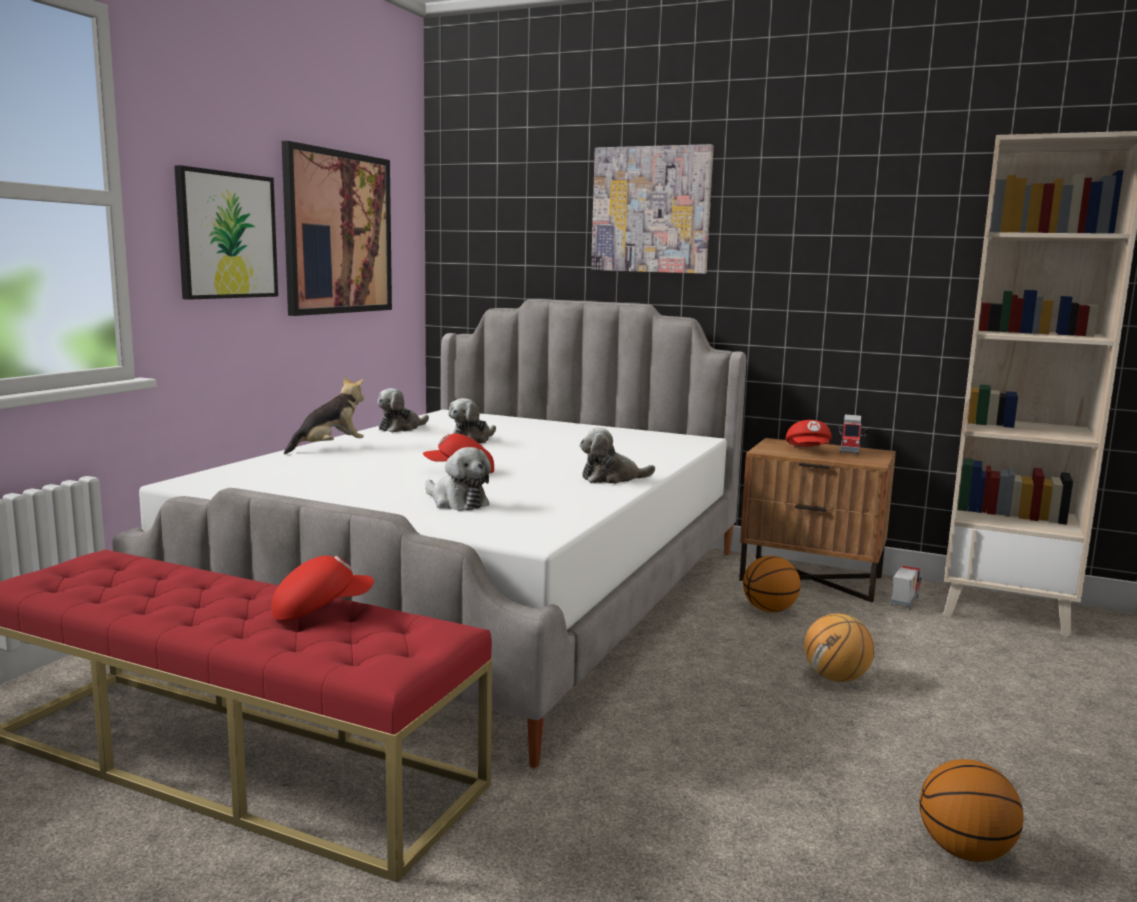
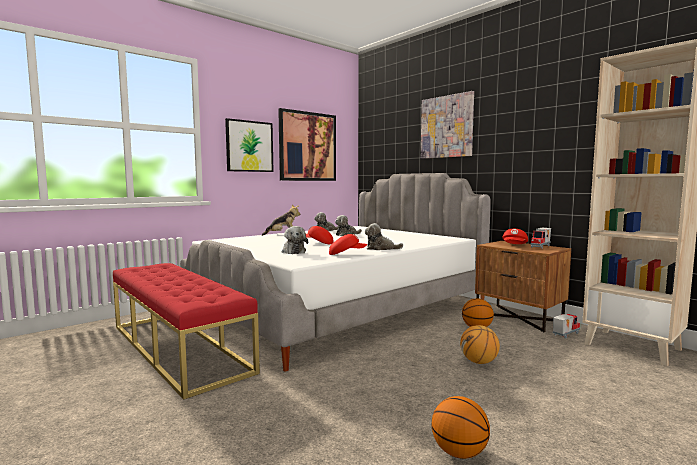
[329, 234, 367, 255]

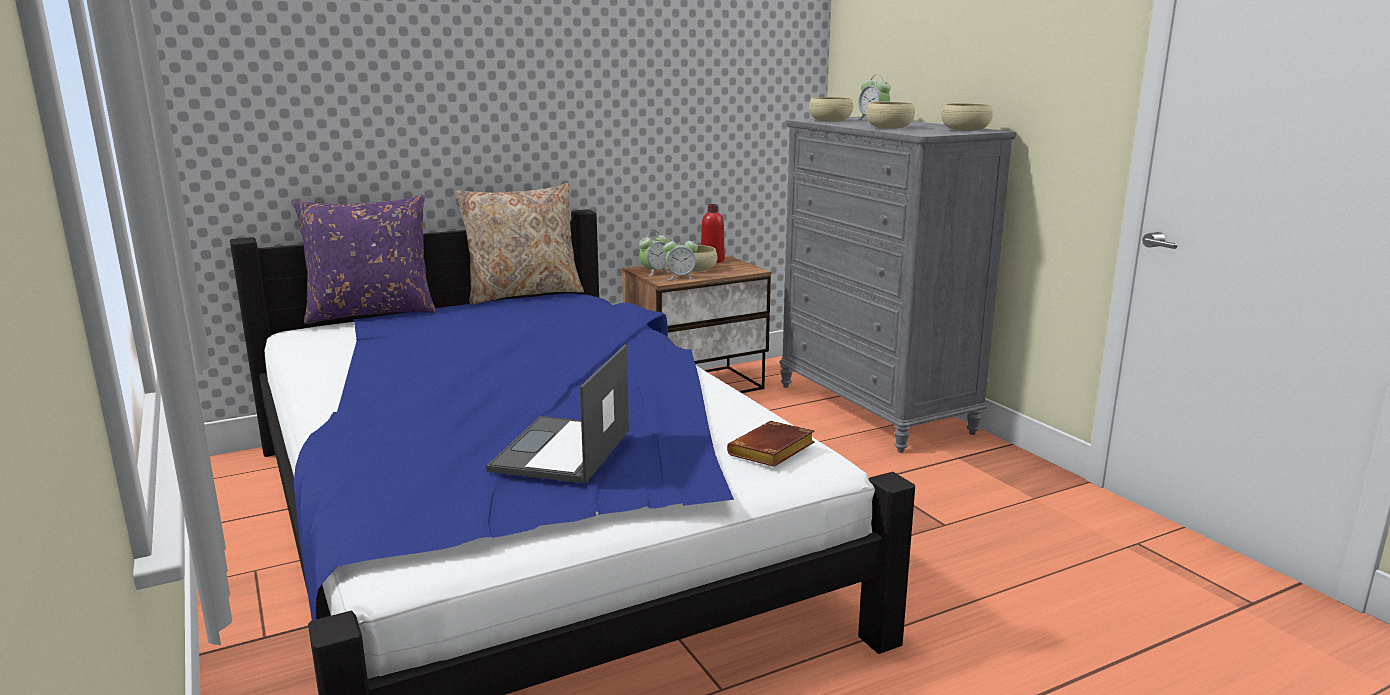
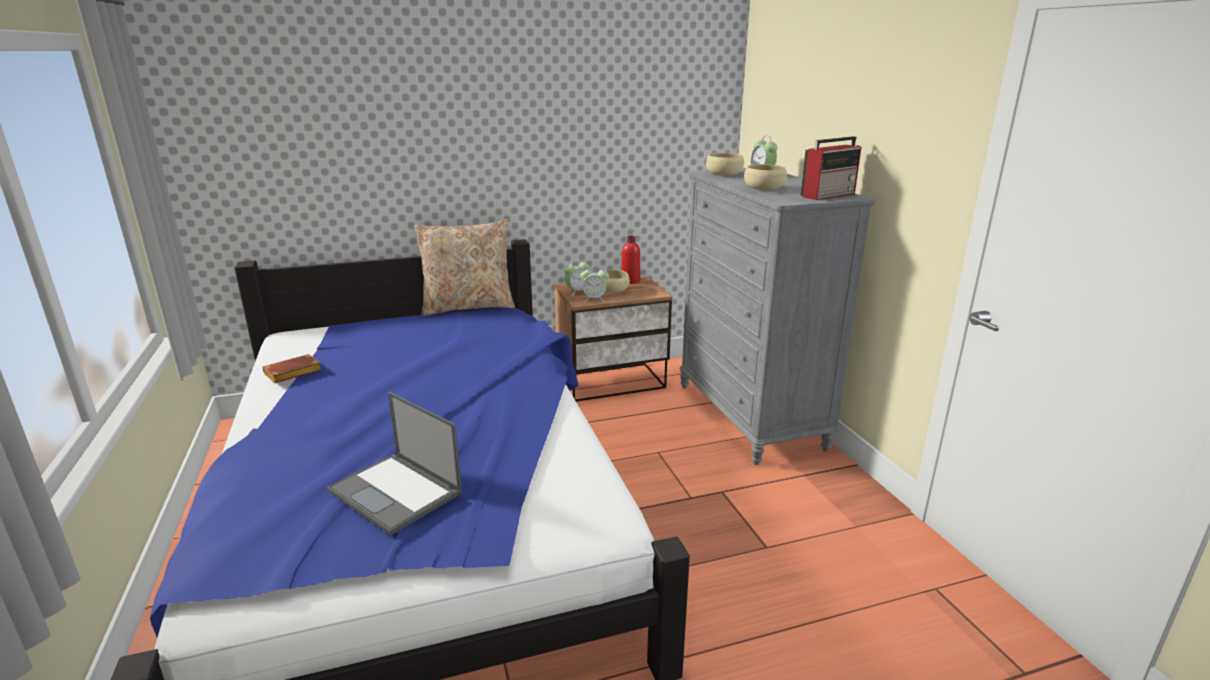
[801, 136, 861, 200]
[293, 195, 436, 324] (first image)
[327, 392, 462, 535]
[262, 354, 322, 383]

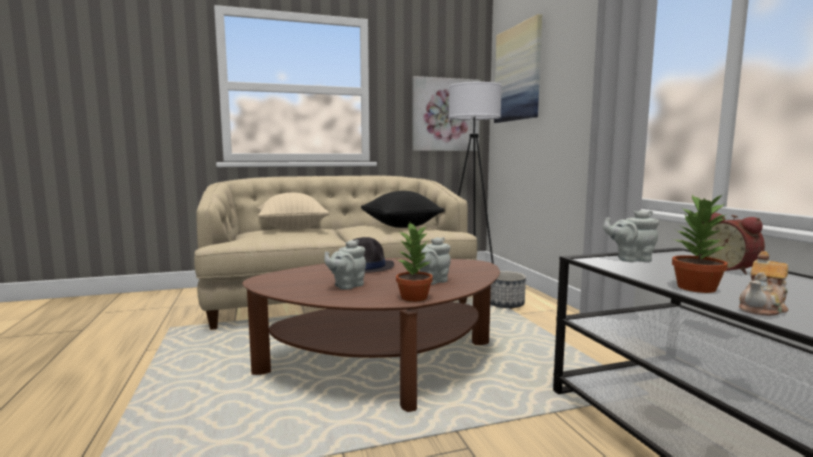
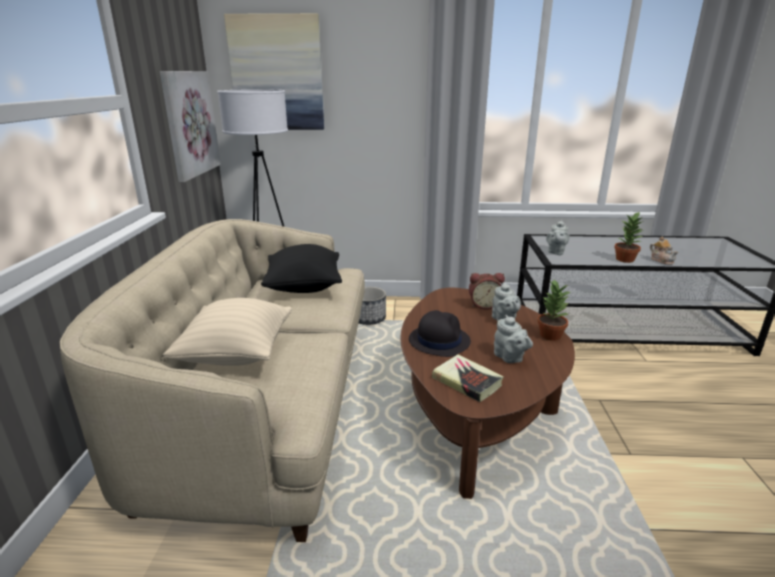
[469, 273, 505, 309]
[432, 354, 504, 402]

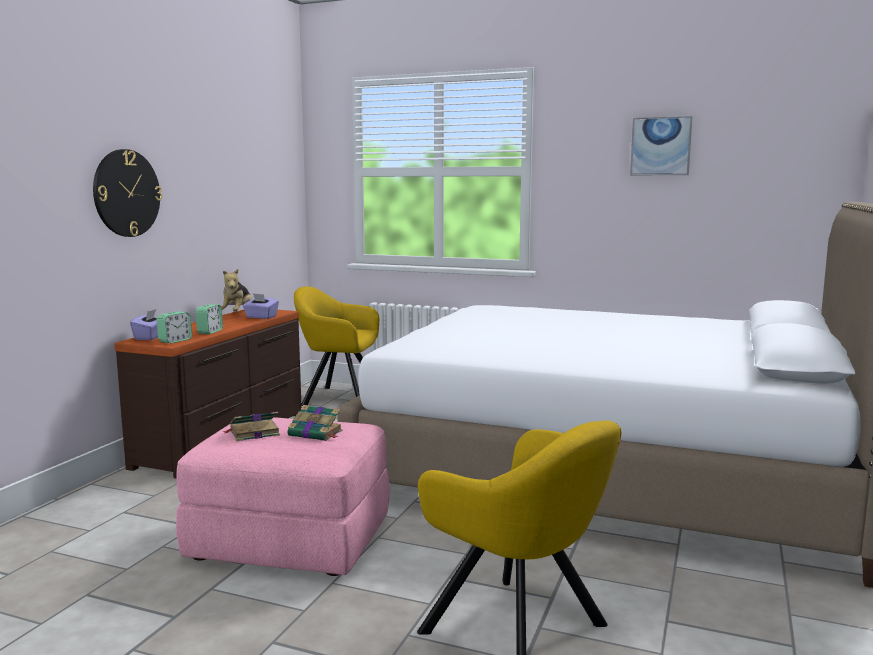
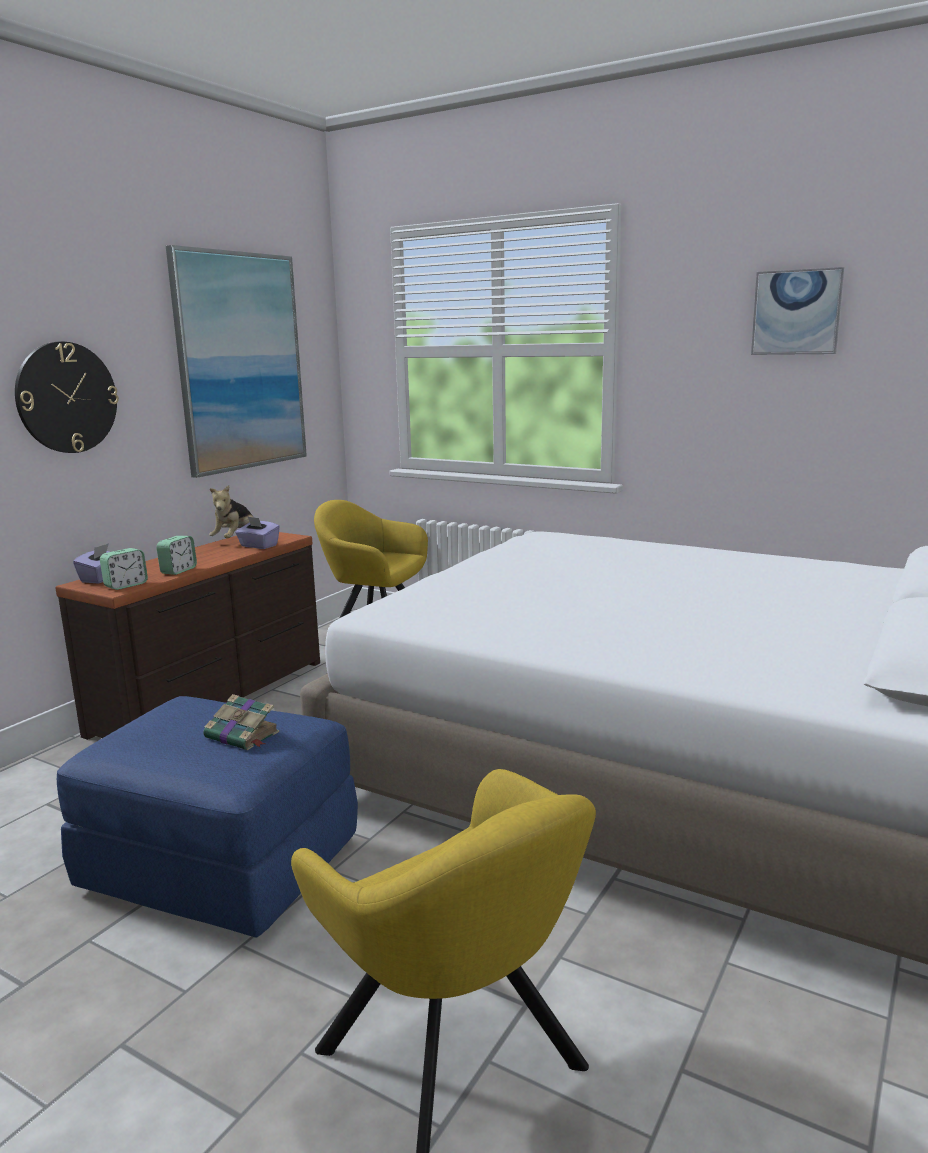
[223, 412, 280, 441] (first image)
[57, 696, 358, 937]
[166, 245, 307, 478]

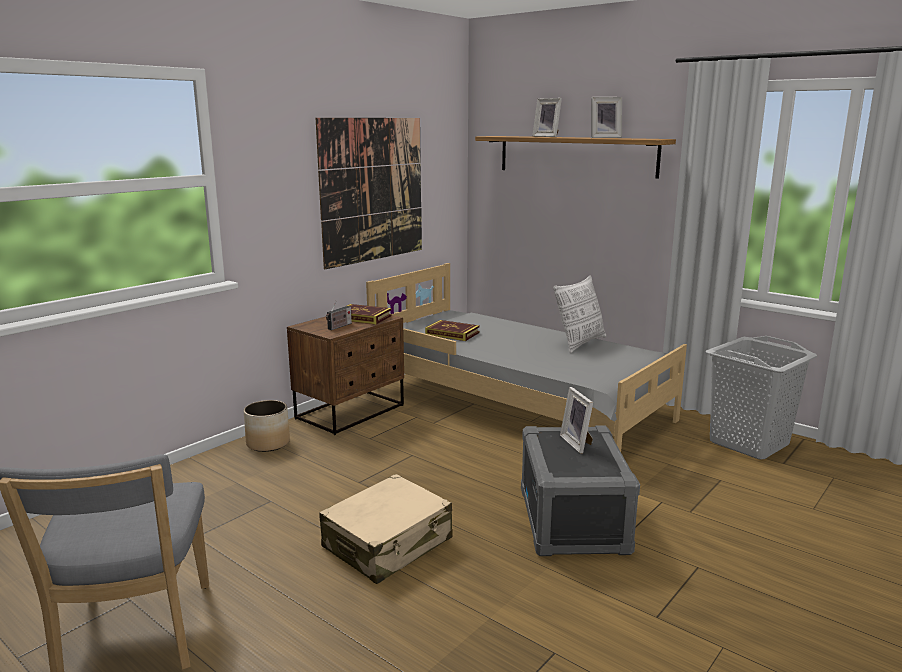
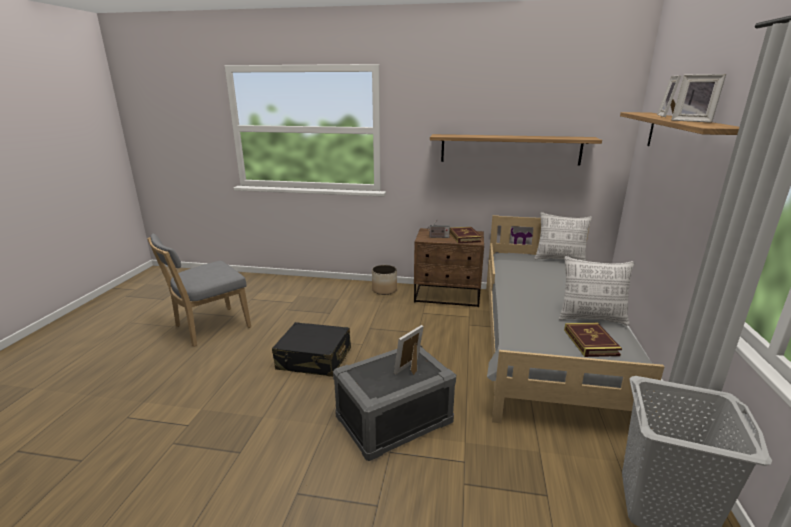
[430, 134, 602, 165]
[564, 323, 622, 357]
[272, 322, 351, 377]
[535, 212, 592, 261]

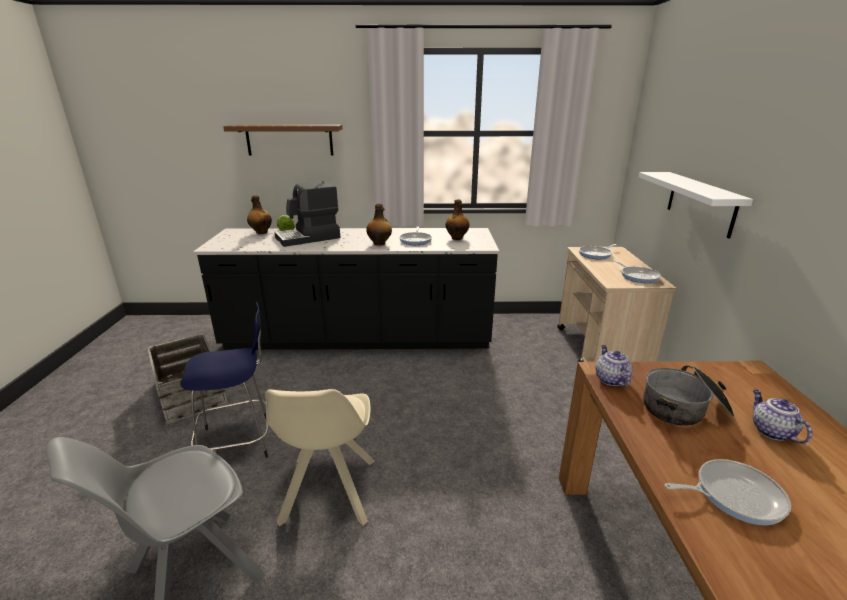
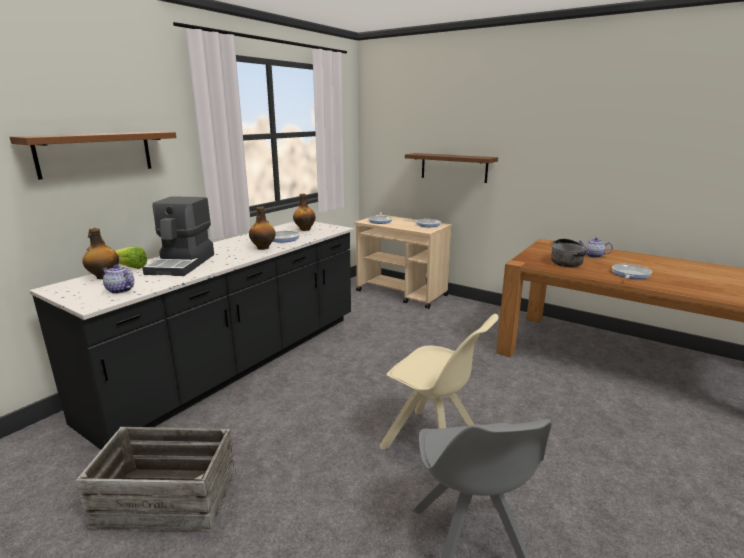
[405, 153, 498, 183]
[180, 302, 268, 458] (first image)
[103, 265, 134, 294]

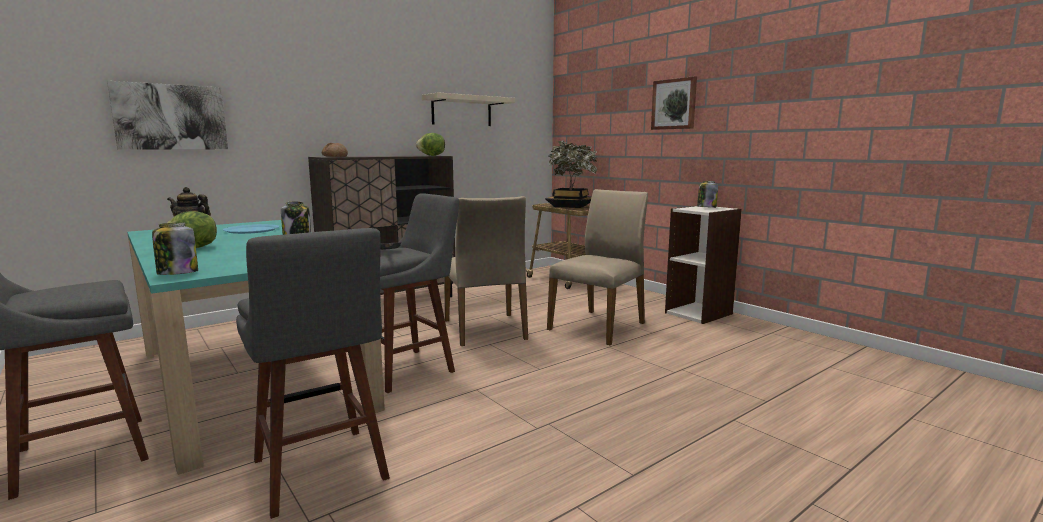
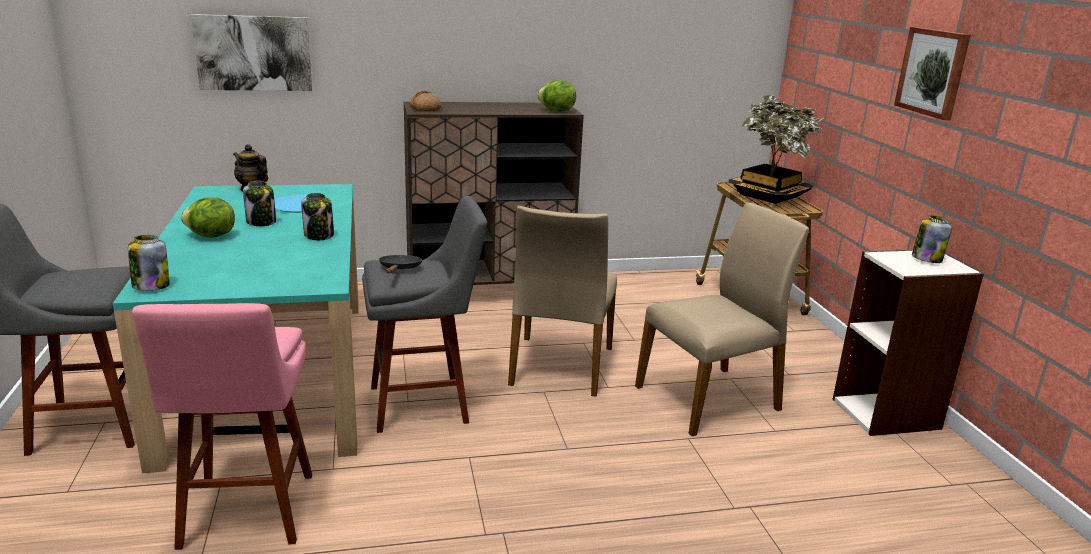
[422, 92, 515, 126] (first image)
[132, 303, 312, 550]
[243, 181, 276, 226]

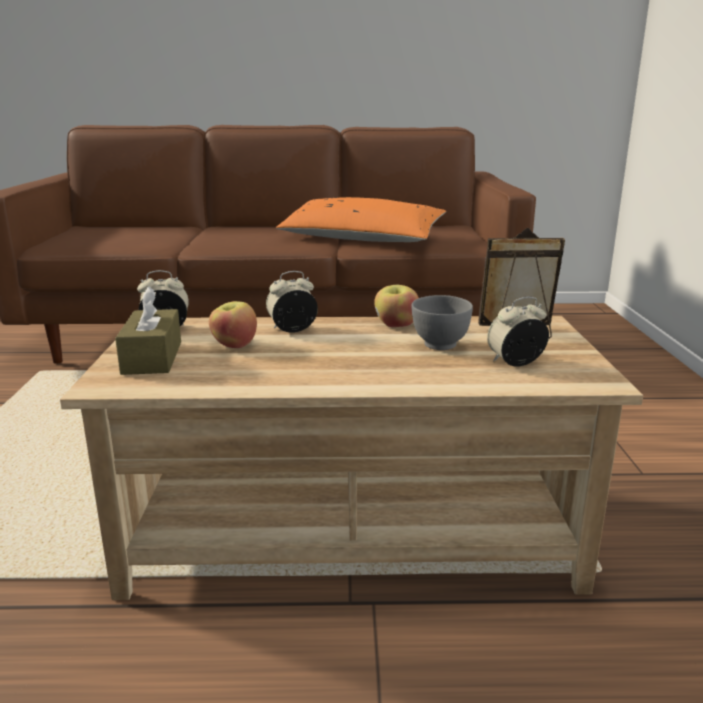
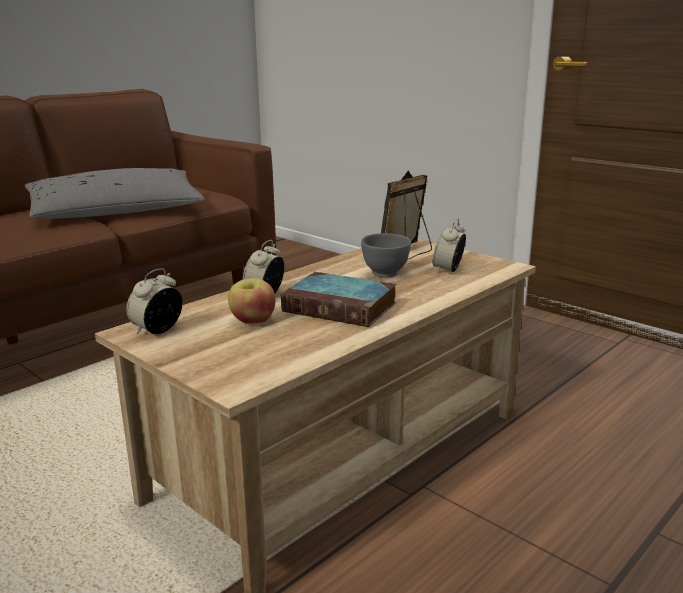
[25, 168, 205, 219]
[374, 285, 419, 327] (first image)
[115, 287, 181, 375] (first image)
[281, 272, 397, 327]

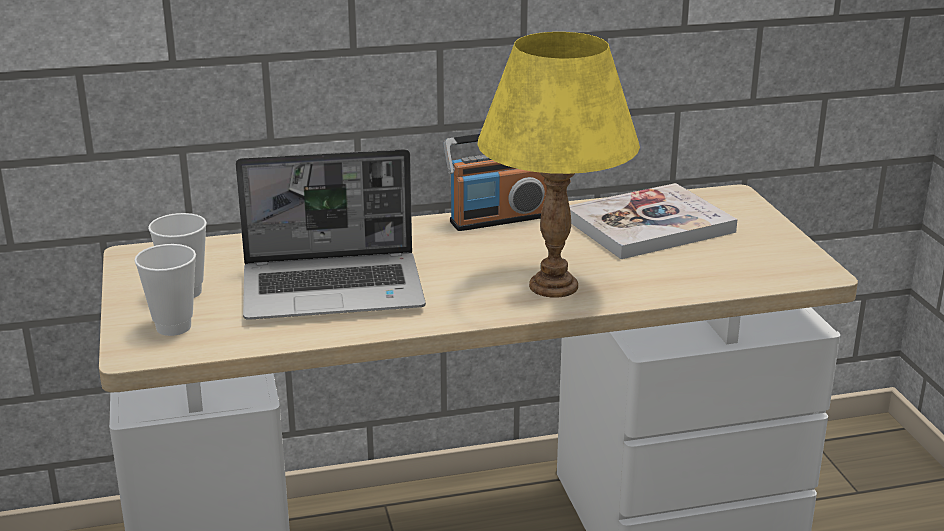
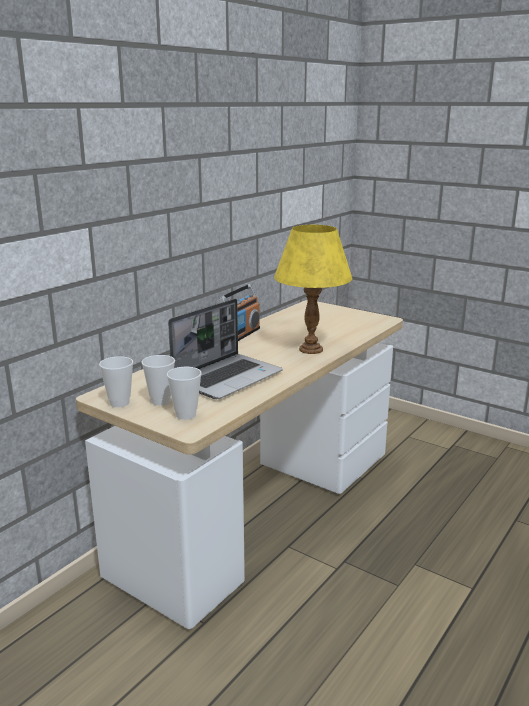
[569, 183, 738, 259] (first image)
[99, 356, 133, 407]

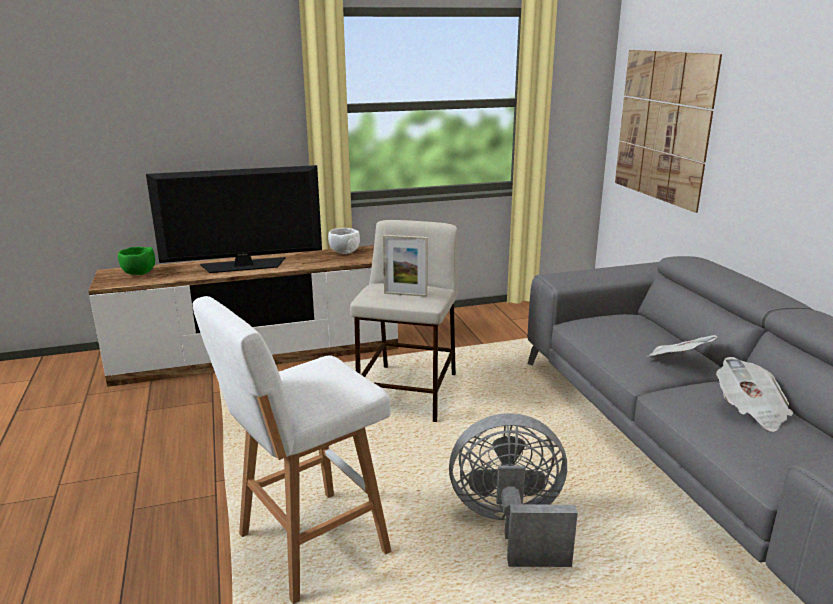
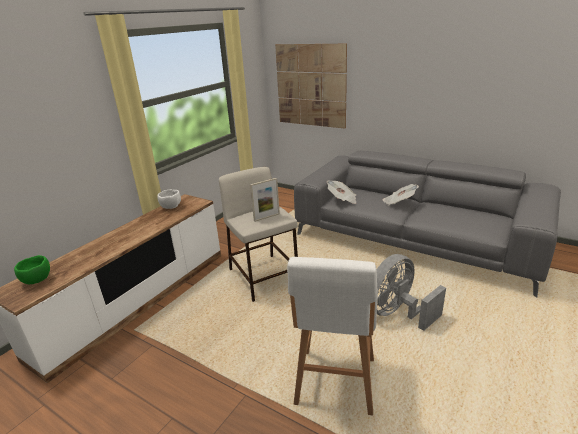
[146, 165, 322, 273] (first image)
[327, 180, 356, 204]

